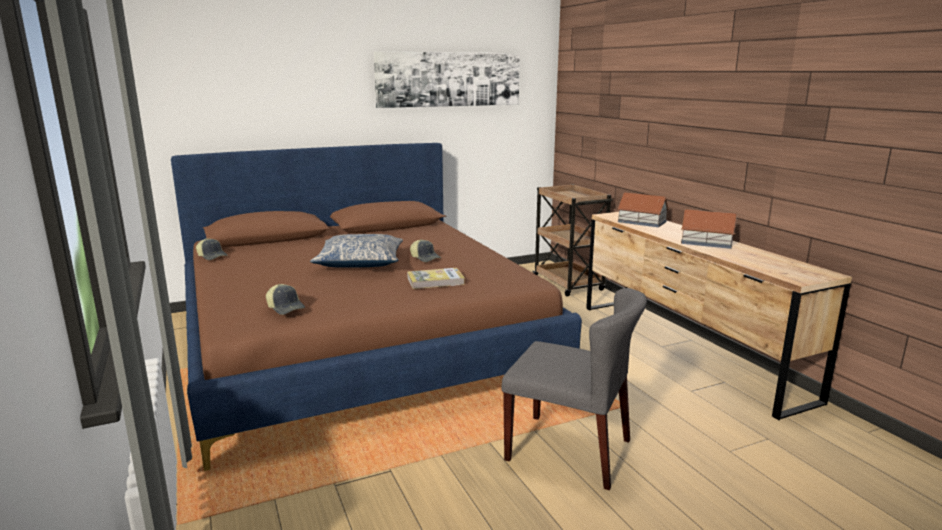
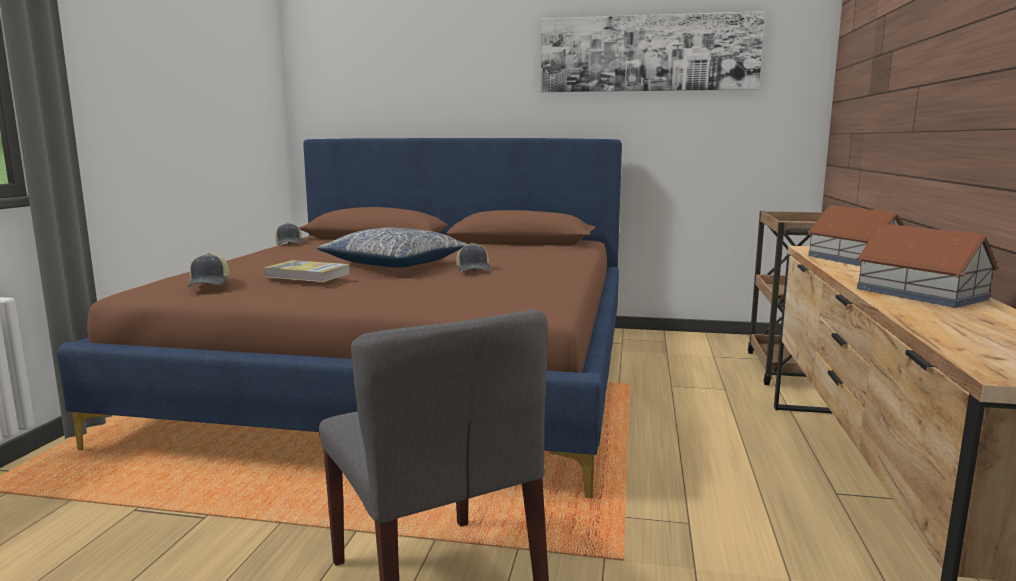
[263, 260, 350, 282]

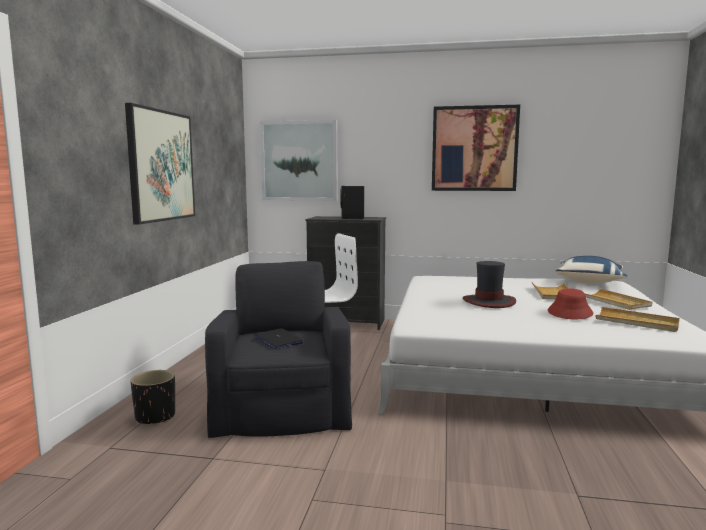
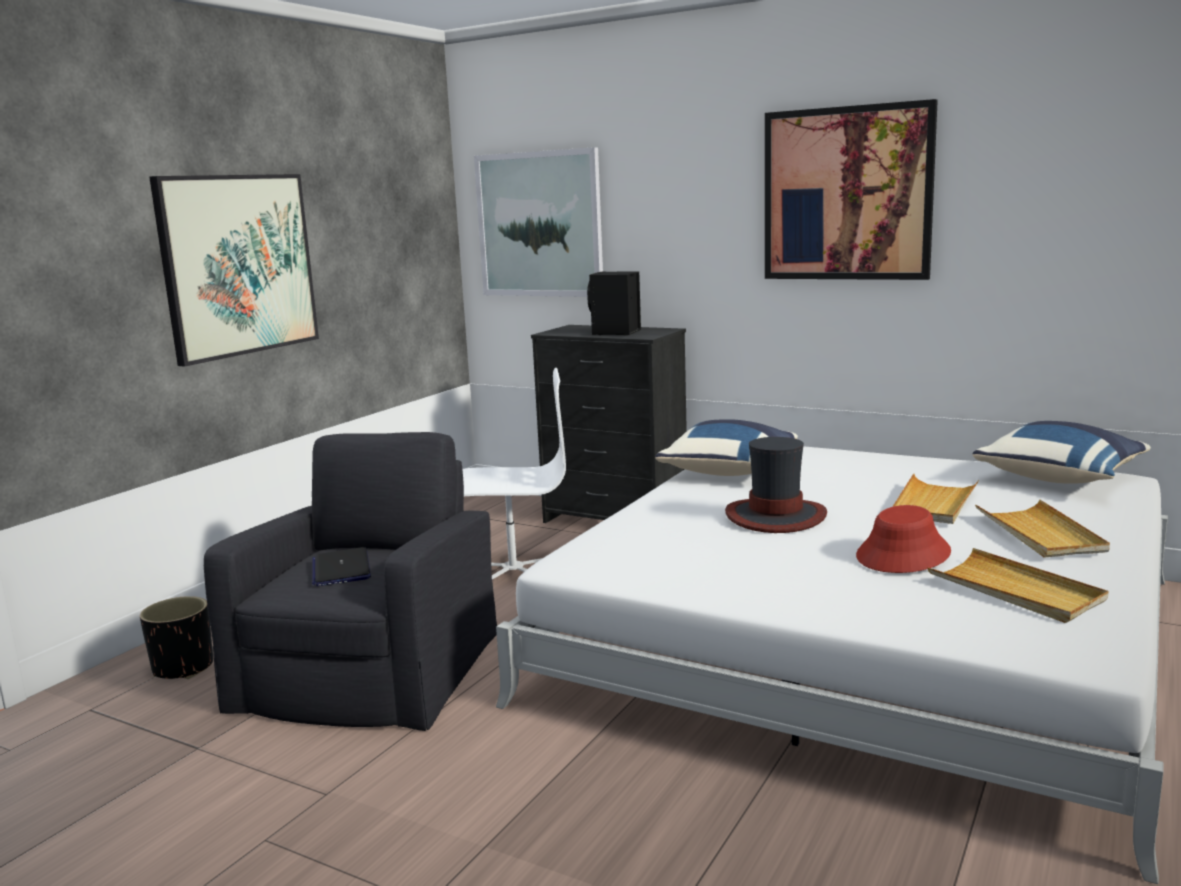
[655, 419, 798, 476]

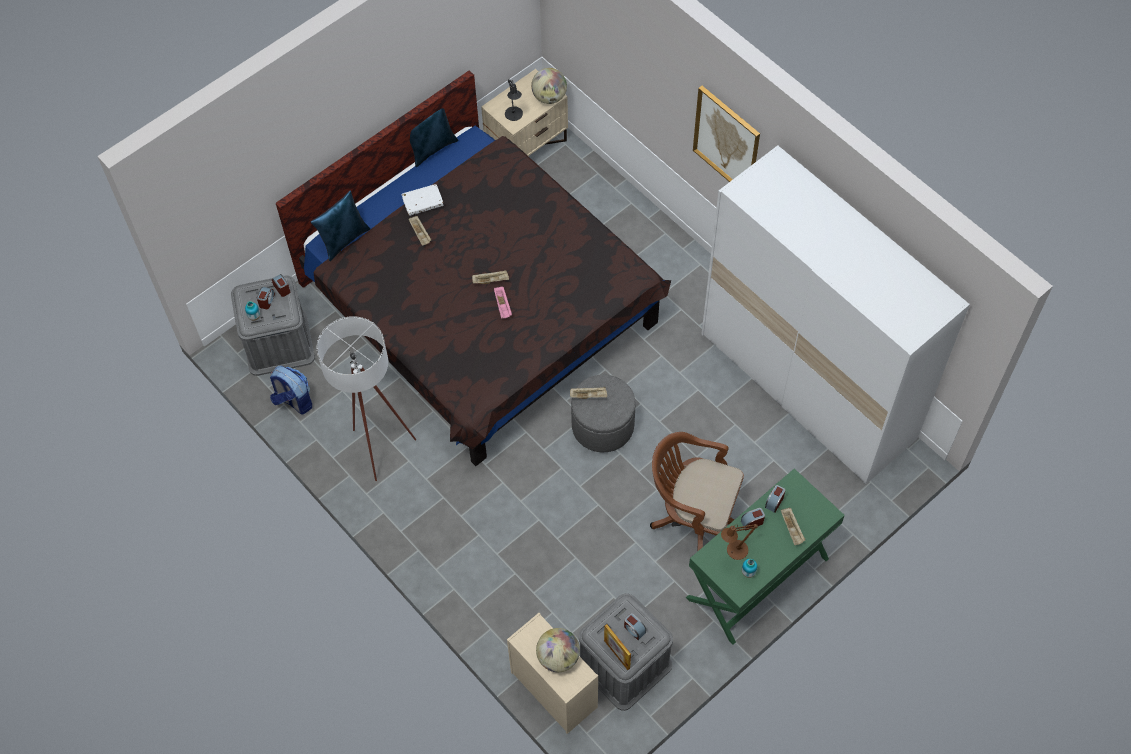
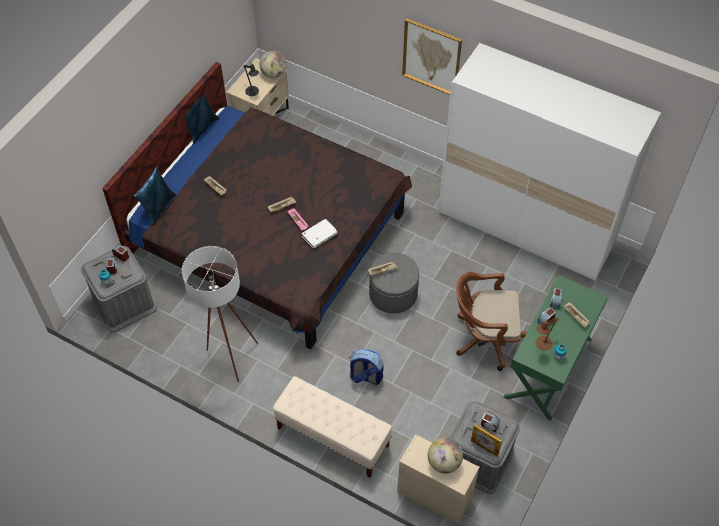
[302, 219, 337, 249]
[349, 349, 384, 385]
[273, 376, 392, 478]

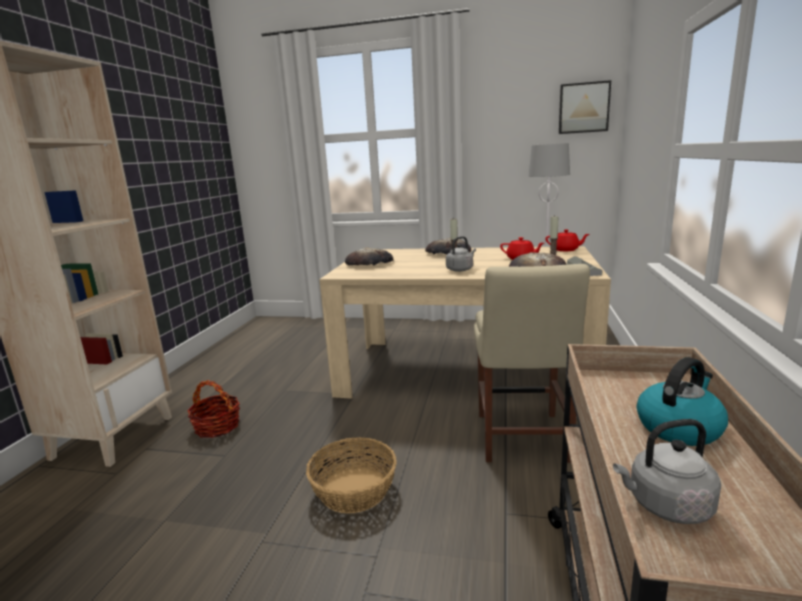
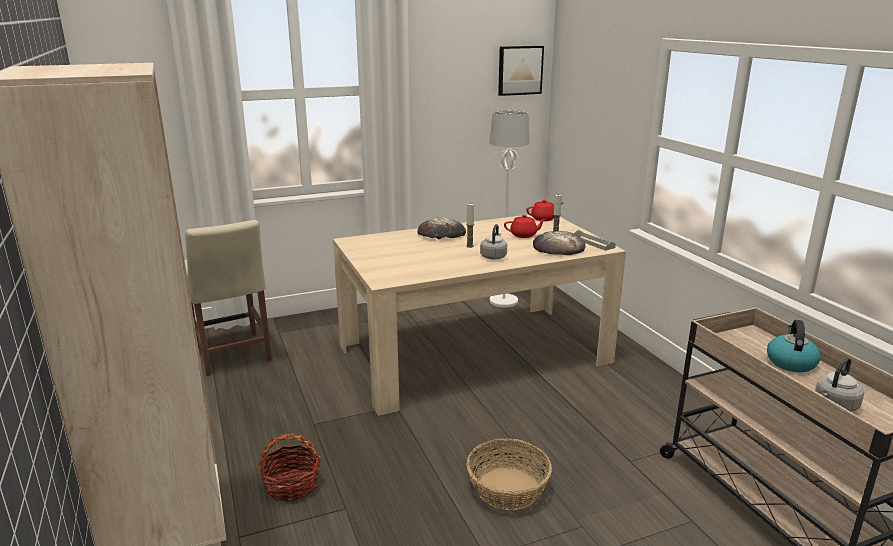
[345, 248, 394, 266] (first image)
[185, 220, 272, 376]

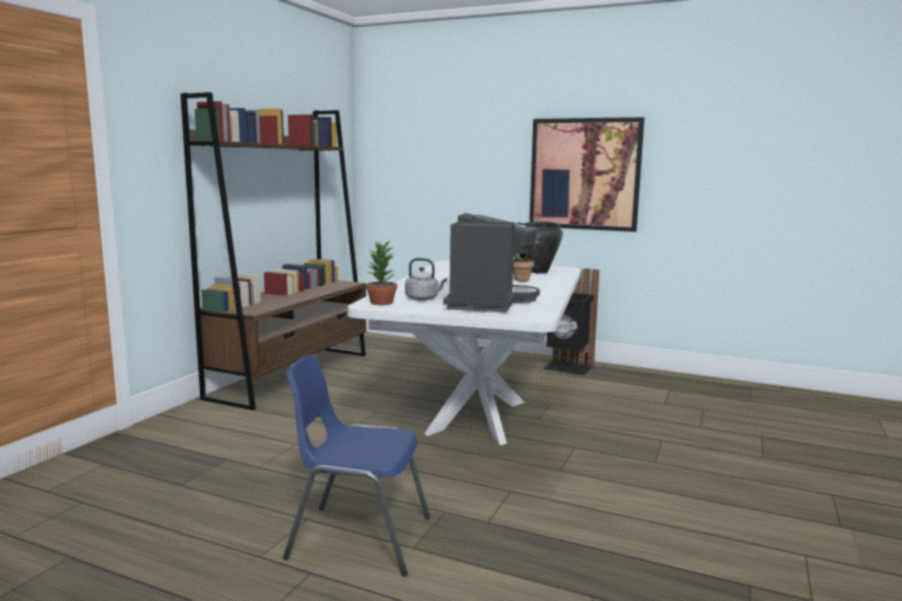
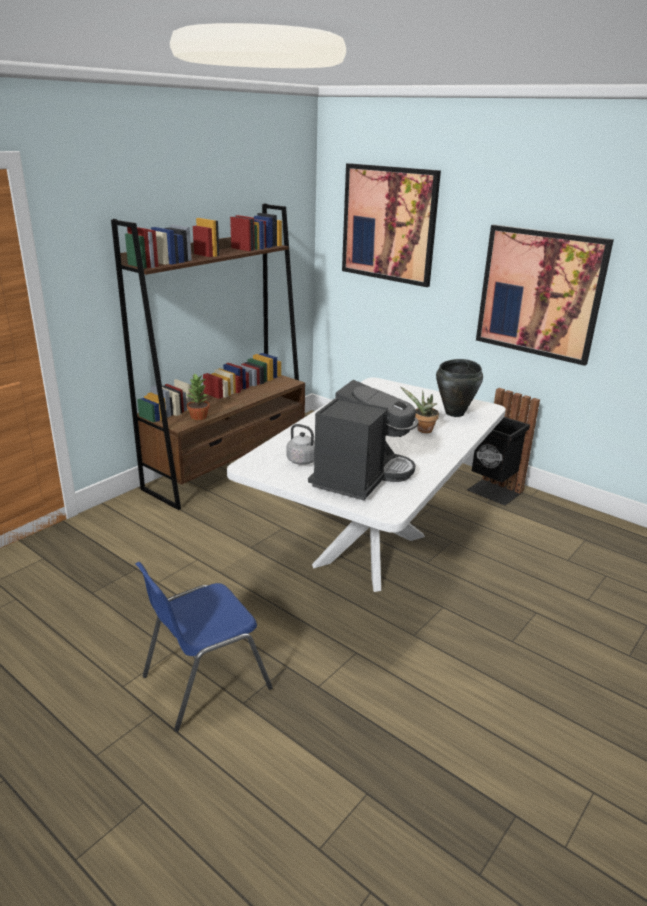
[187, 373, 210, 420]
[136, 562, 273, 732]
[342, 163, 441, 287]

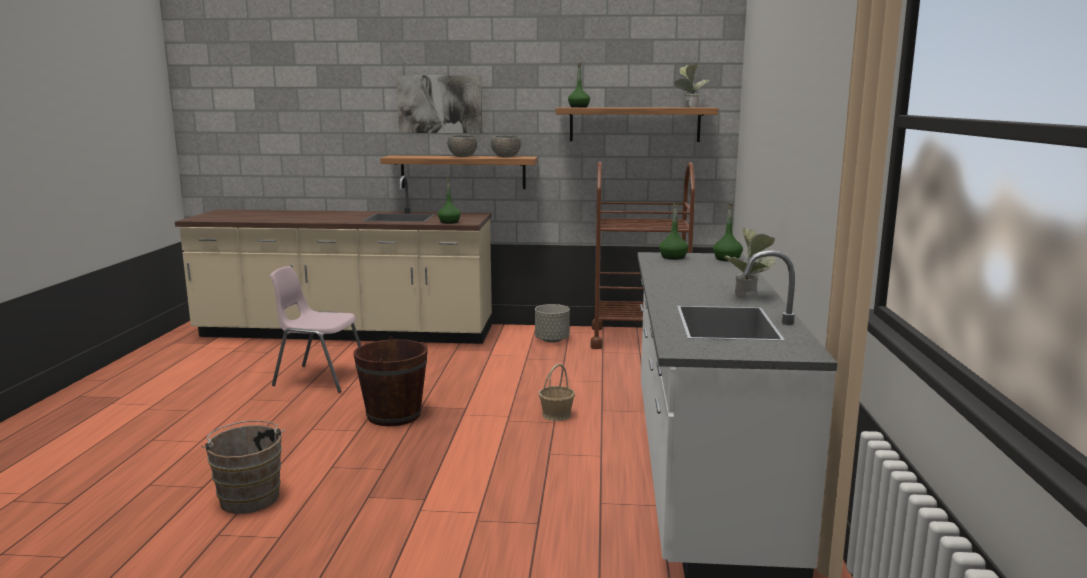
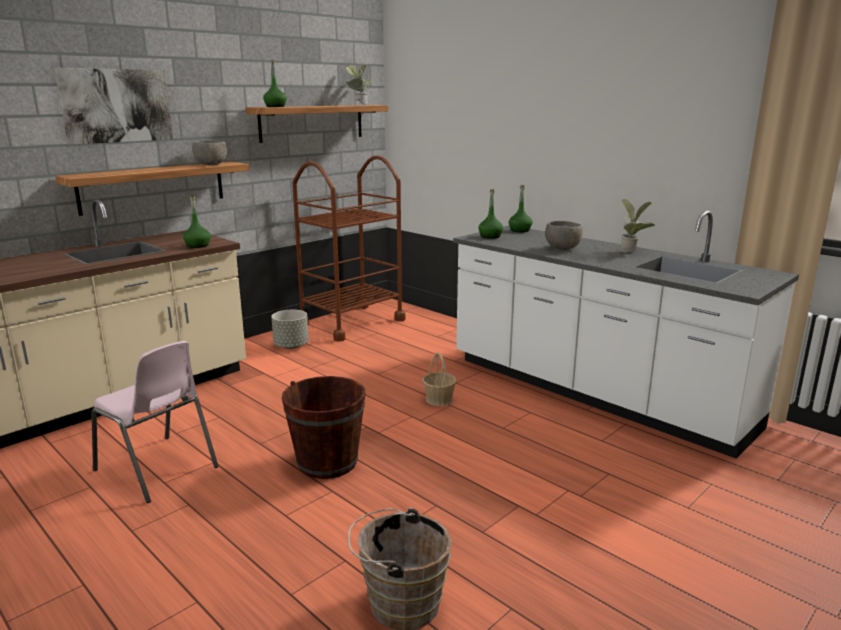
[545, 221, 583, 250]
[91, 341, 219, 503]

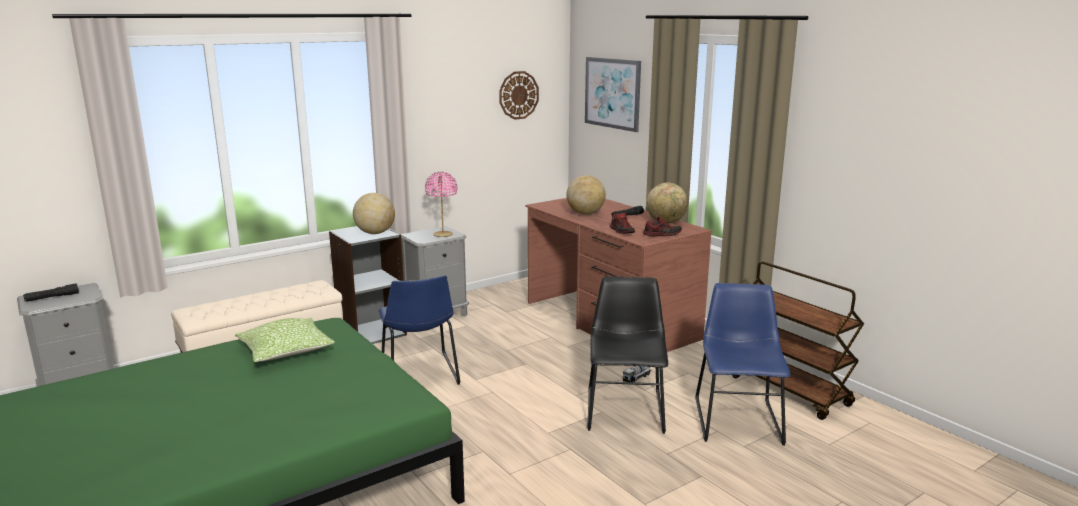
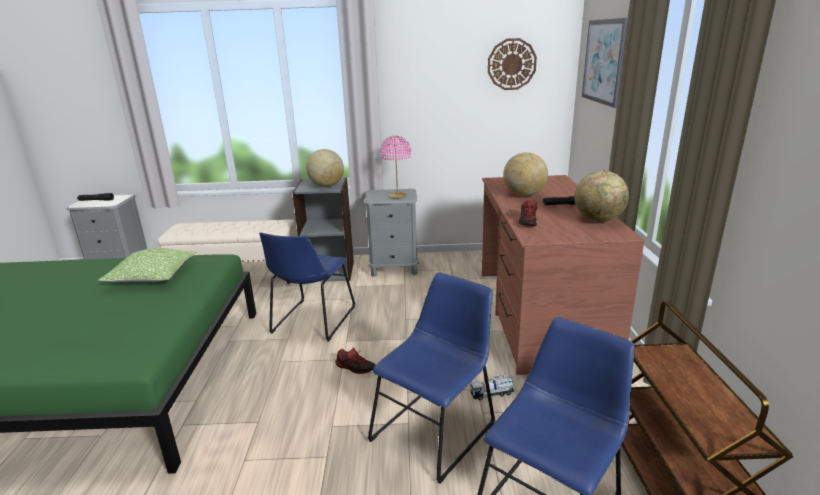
[335, 348, 375, 374]
[367, 272, 495, 484]

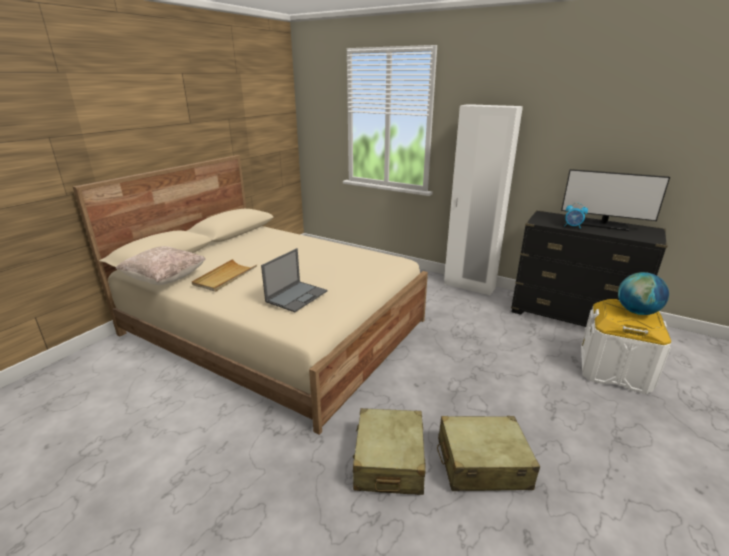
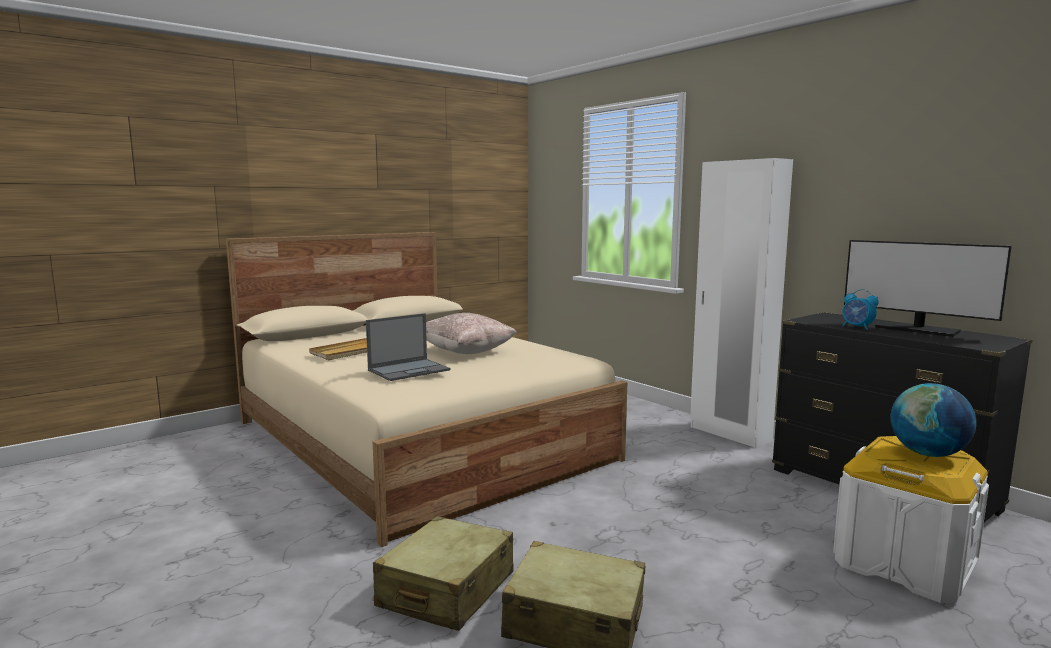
[426, 313, 517, 354]

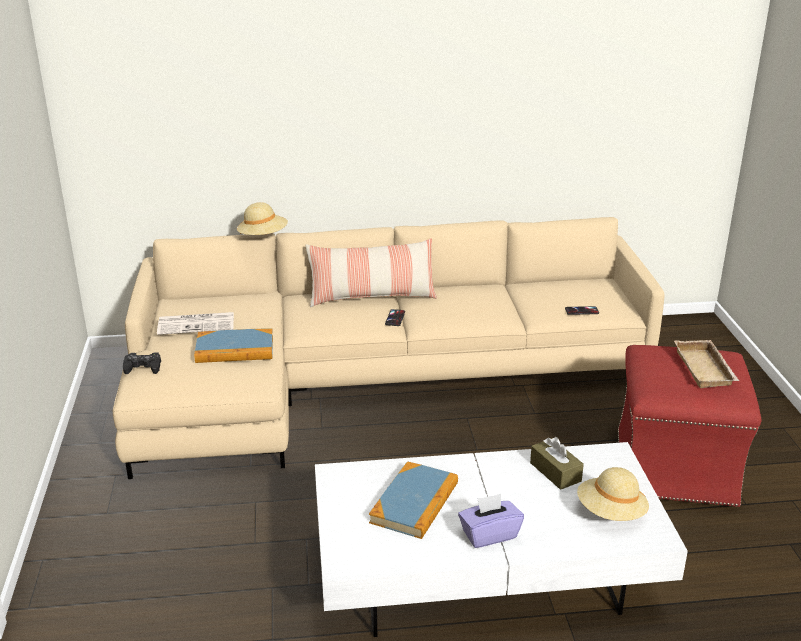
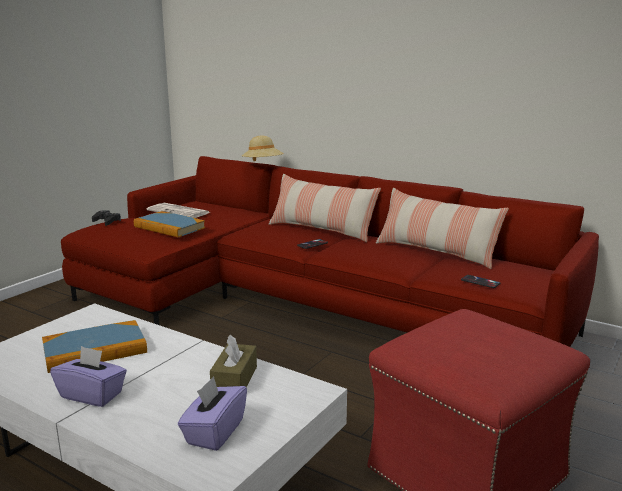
[61, 156, 599, 347]
[674, 340, 739, 388] (first image)
[178, 376, 247, 451]
[376, 188, 509, 269]

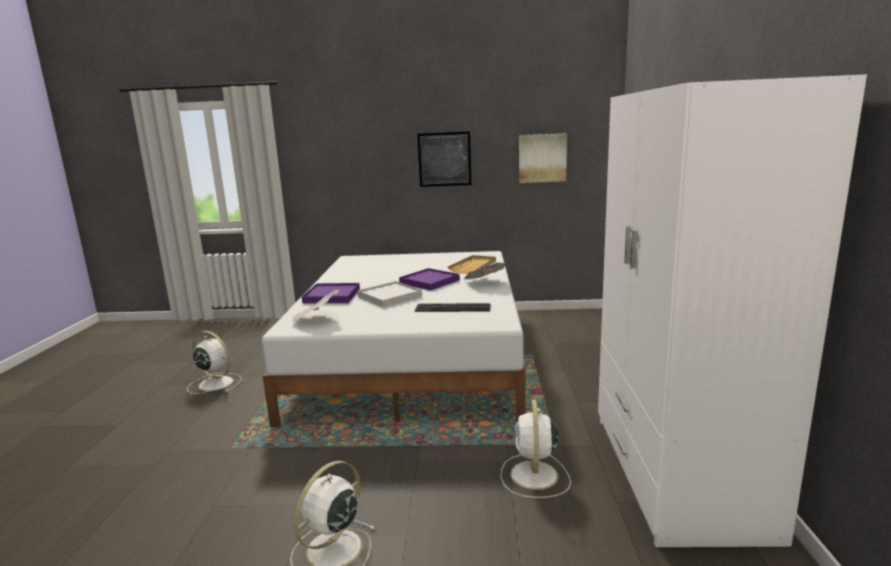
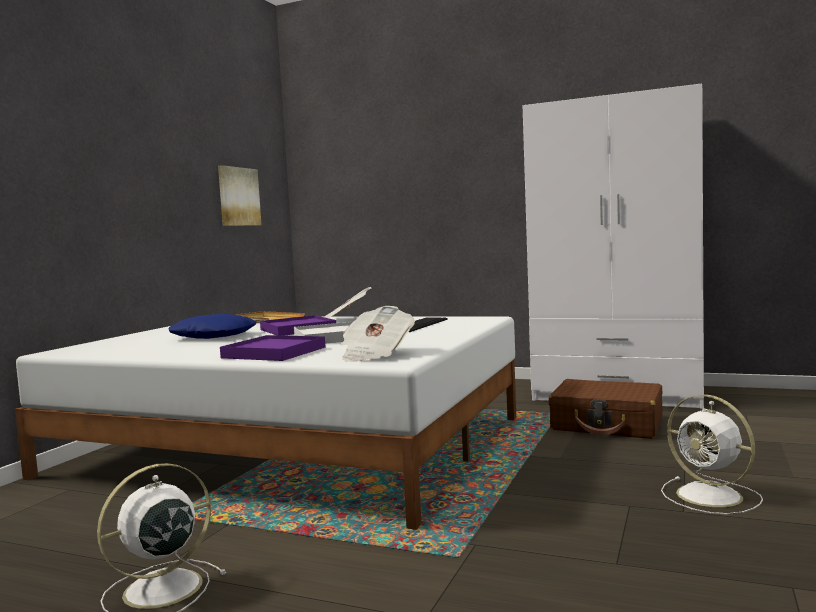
[417, 131, 471, 187] (first image)
[549, 379, 663, 439]
[169, 314, 257, 339]

